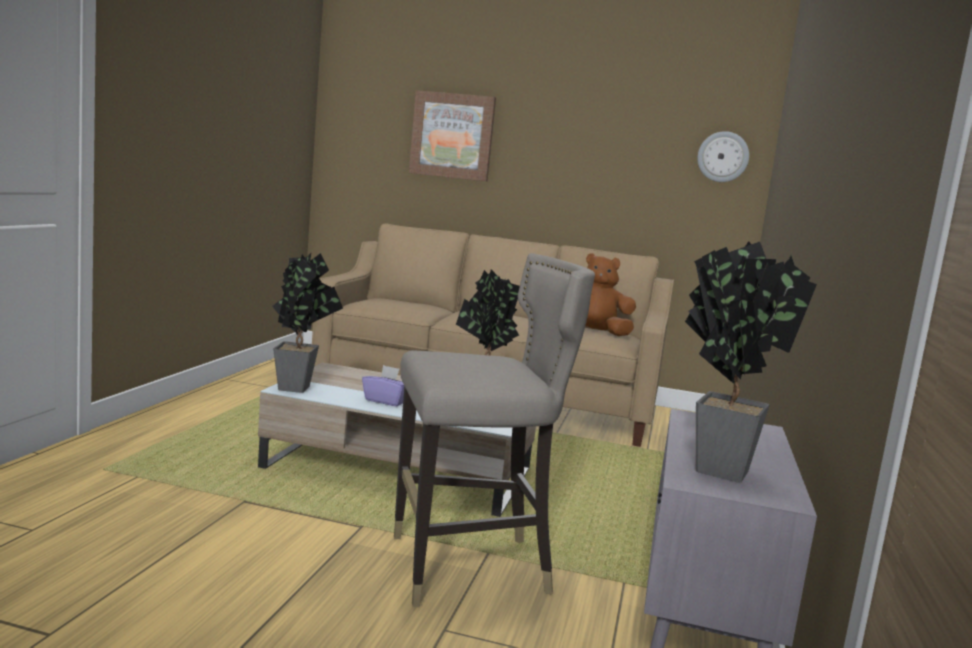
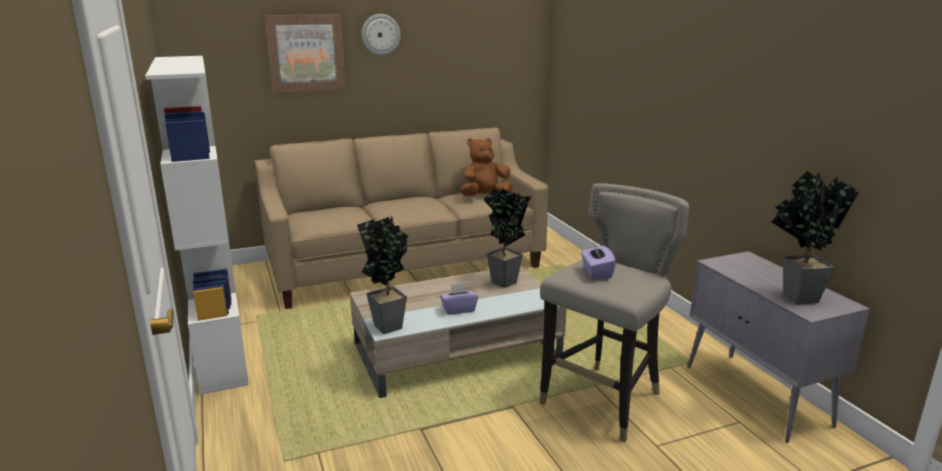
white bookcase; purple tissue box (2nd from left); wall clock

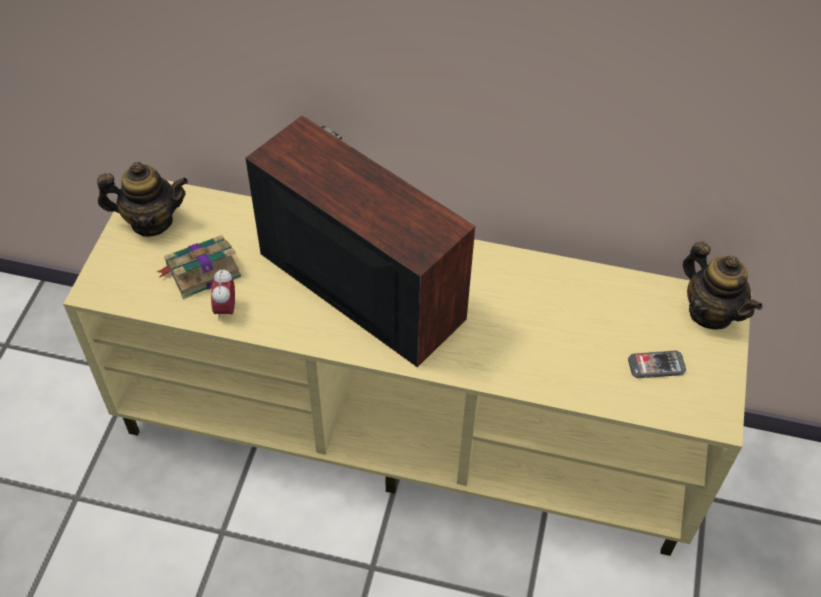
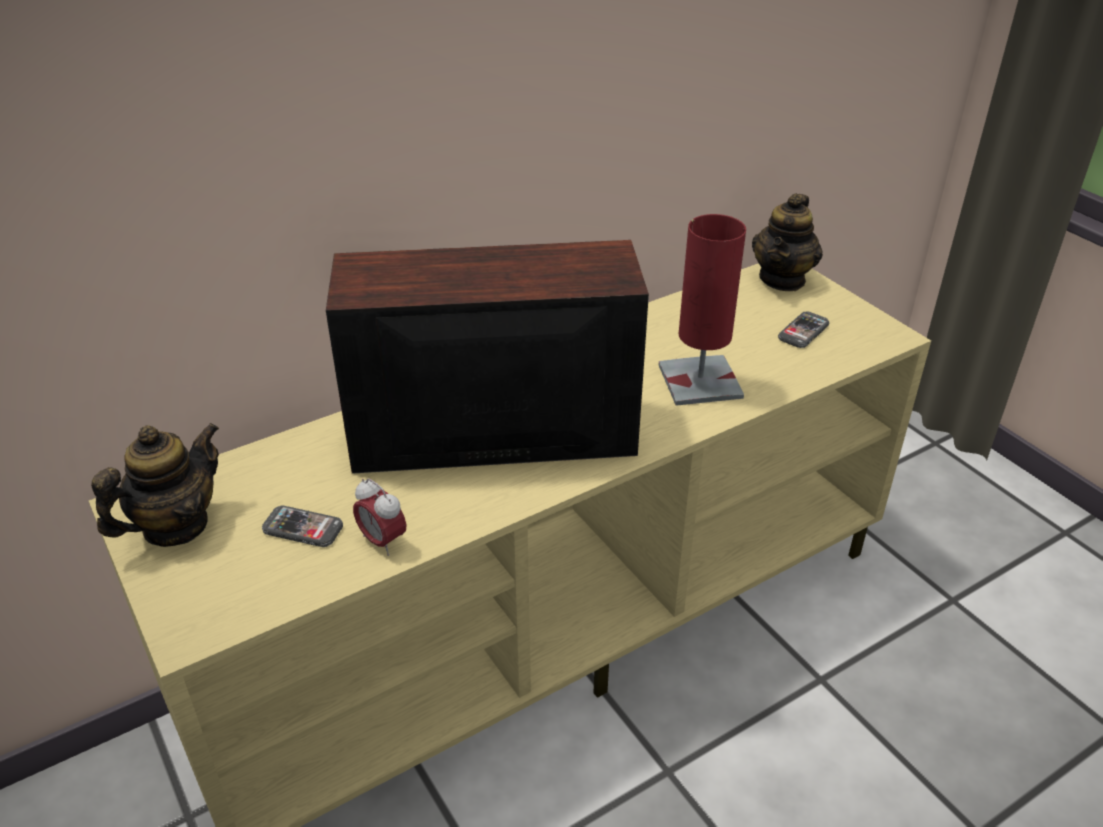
red table lamp; phone (1st from left); teapot (2nd from left)

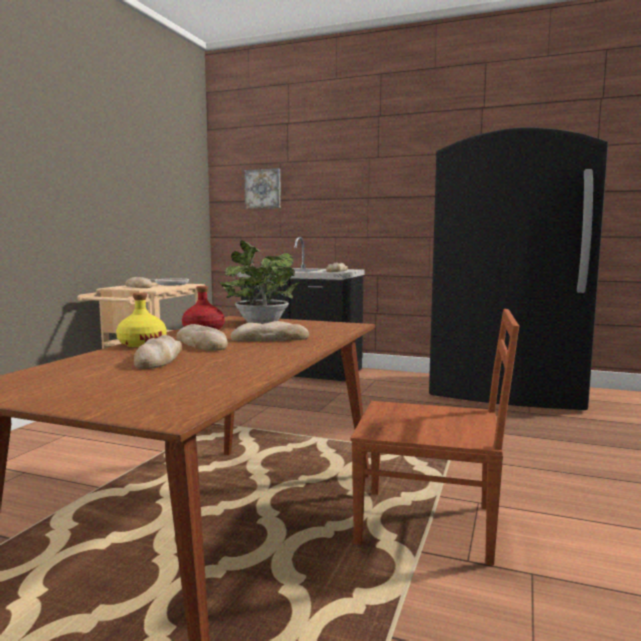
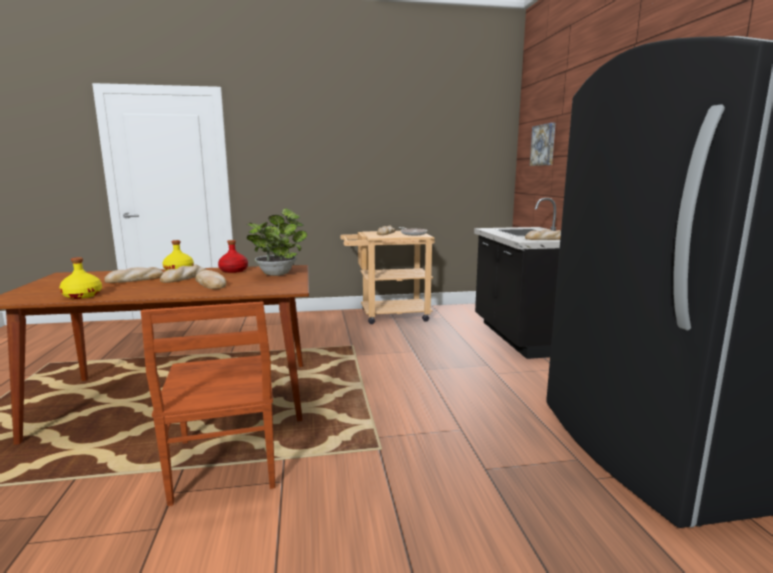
yellow bottle (1st from left)

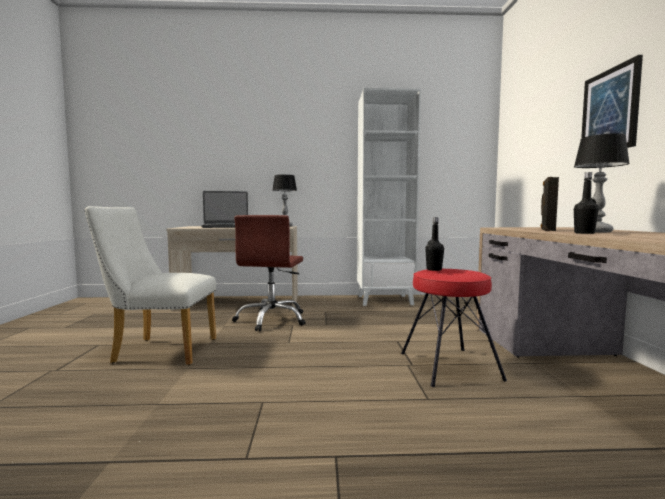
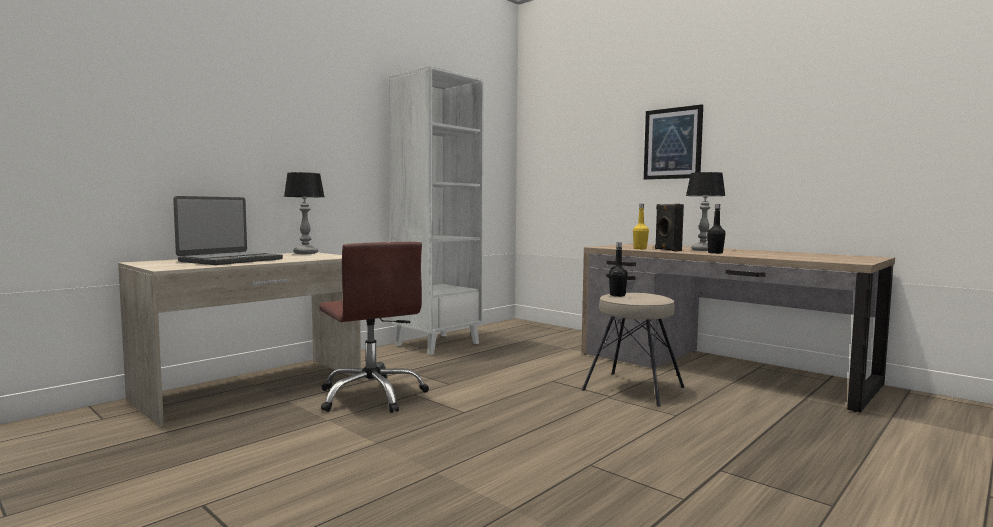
white chair; yellow bottle; beige stool

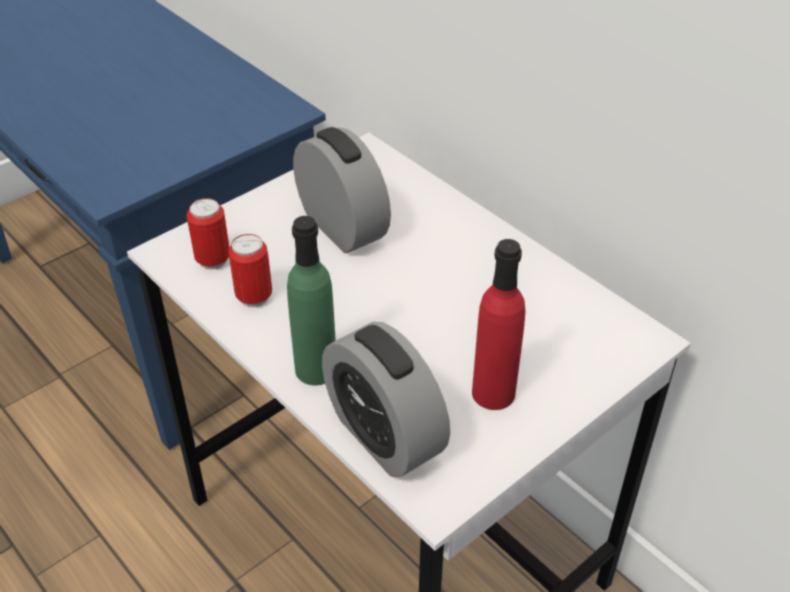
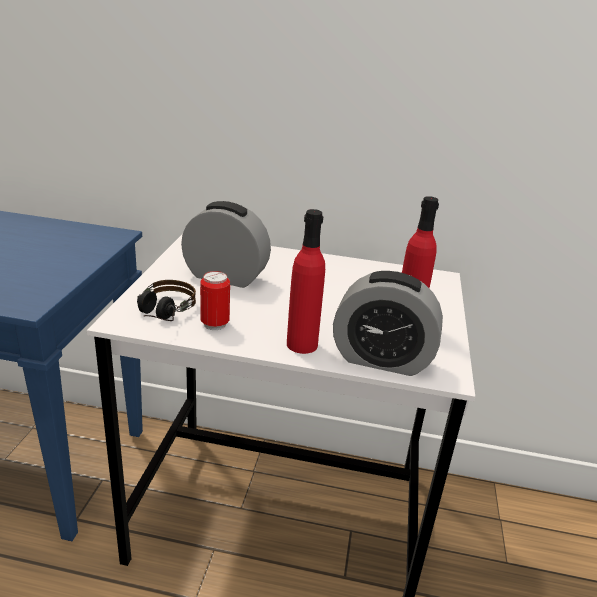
headphones; red bottle (1st from left)

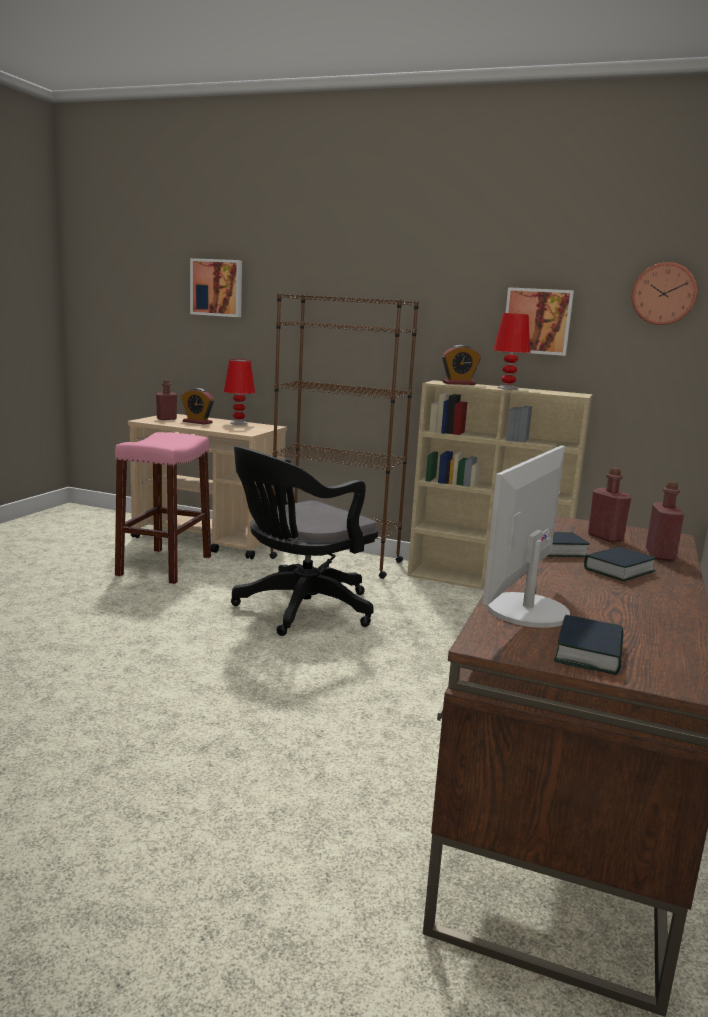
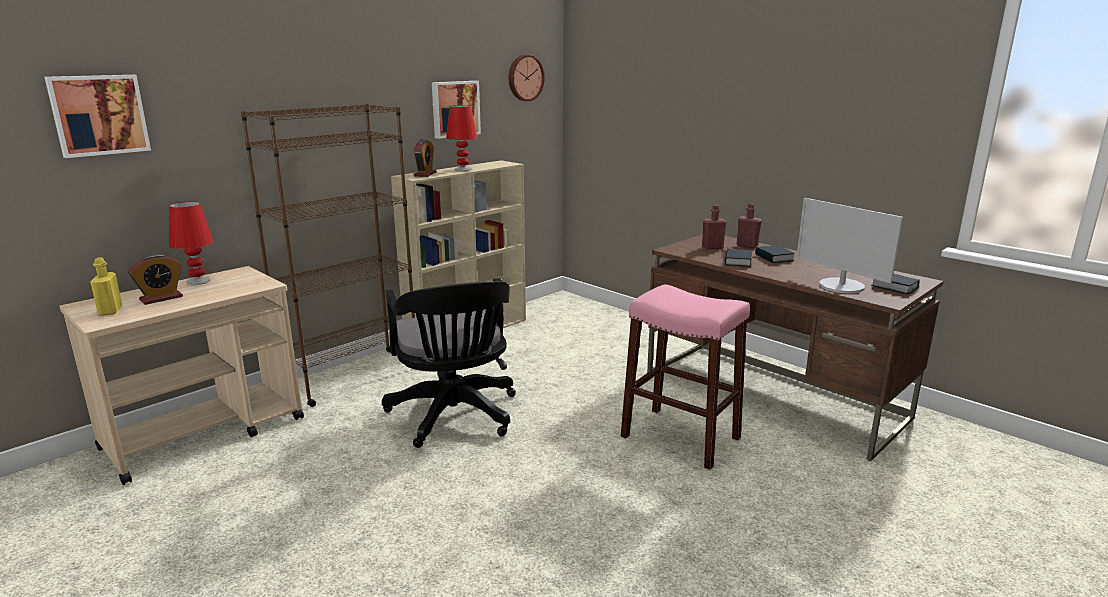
pink stool; yellow bottle

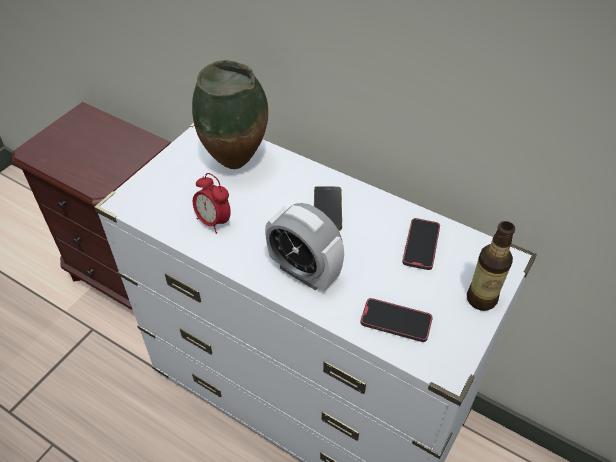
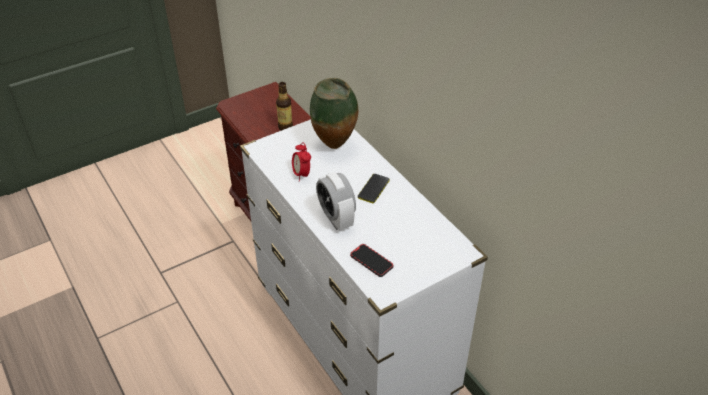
phone (3rd from left in the first image); bottle

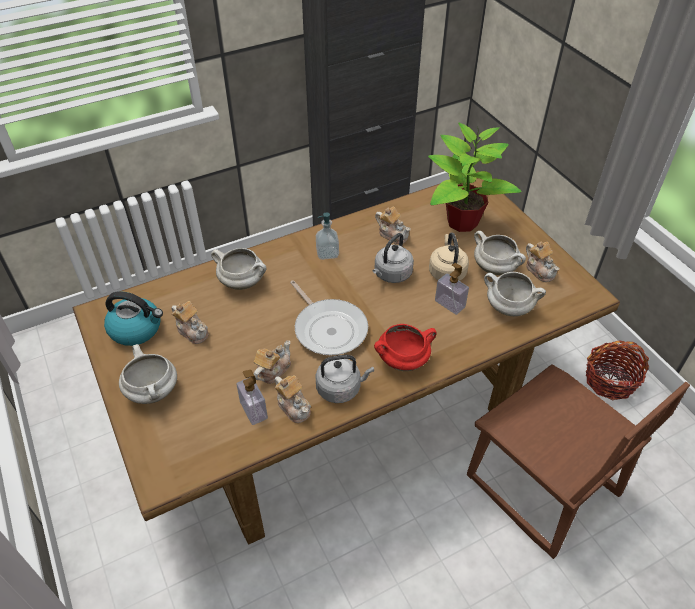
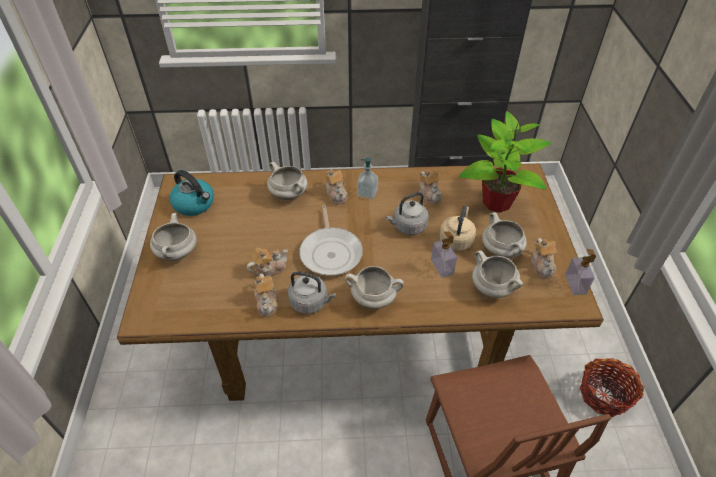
teapot (3rd from left); soap dispenser (3rd from left); white cooking pot (3rd from left)

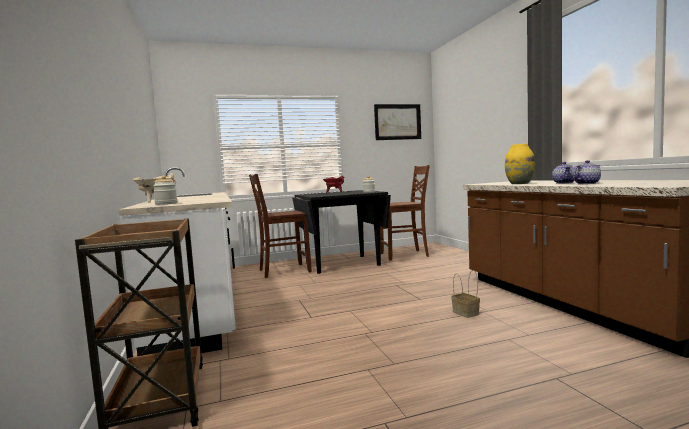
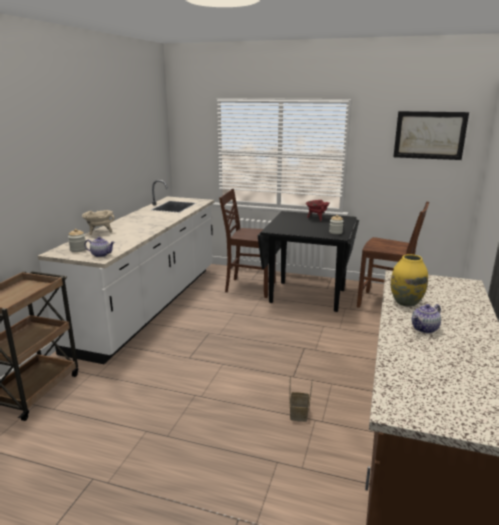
teapot (1st from left)

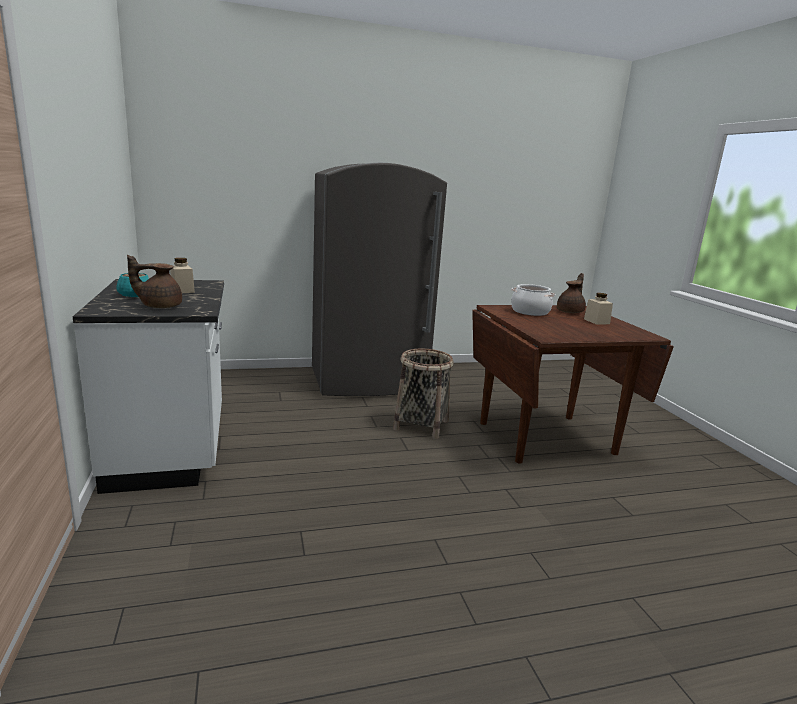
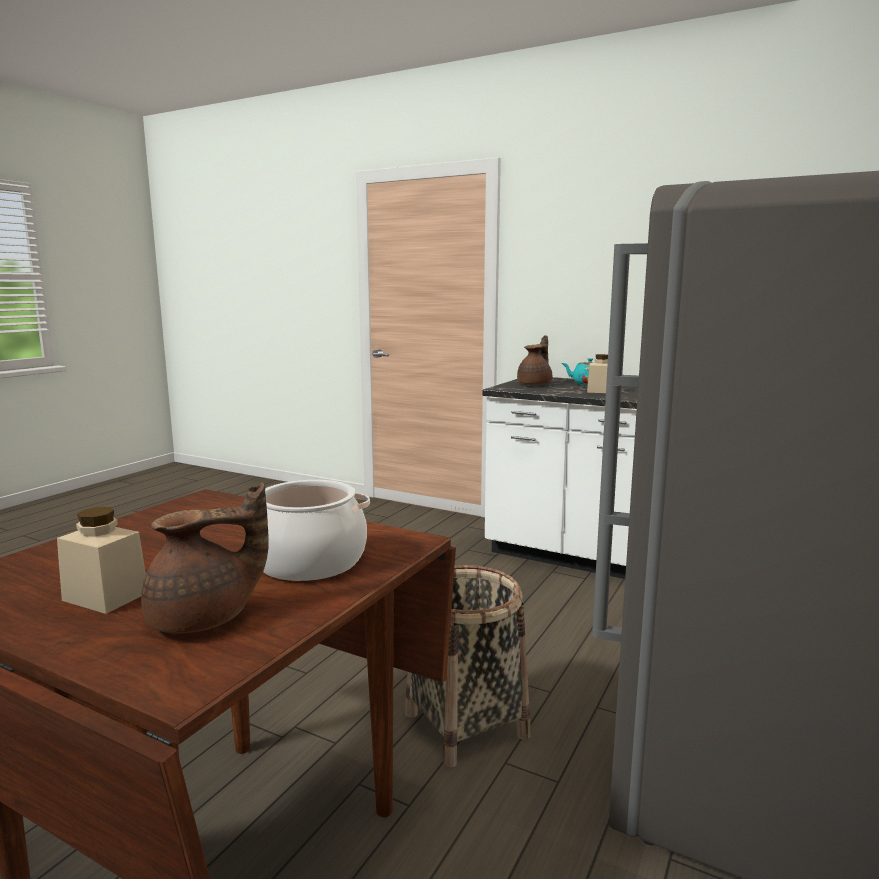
brown teapot (1st from left)

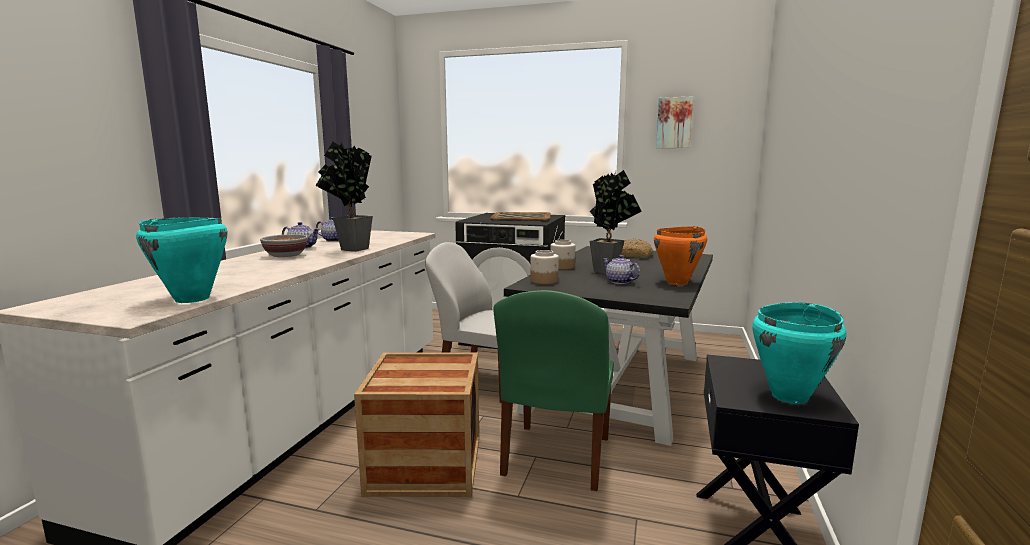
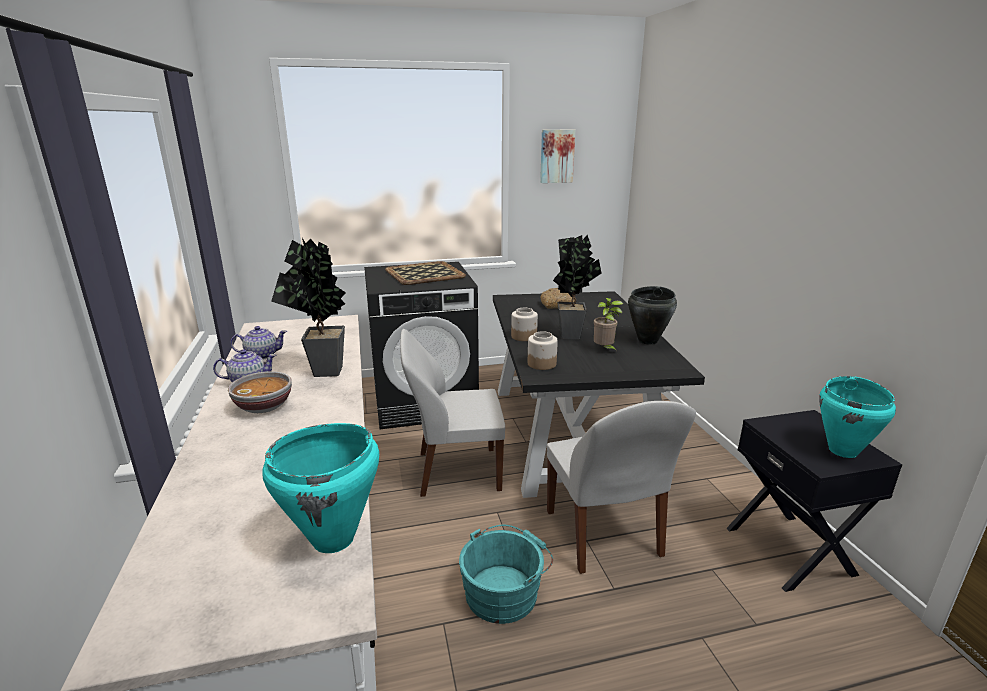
turquoise bucket; potted plant (3rd from left); white chair (2nd from left); black cooking pot

